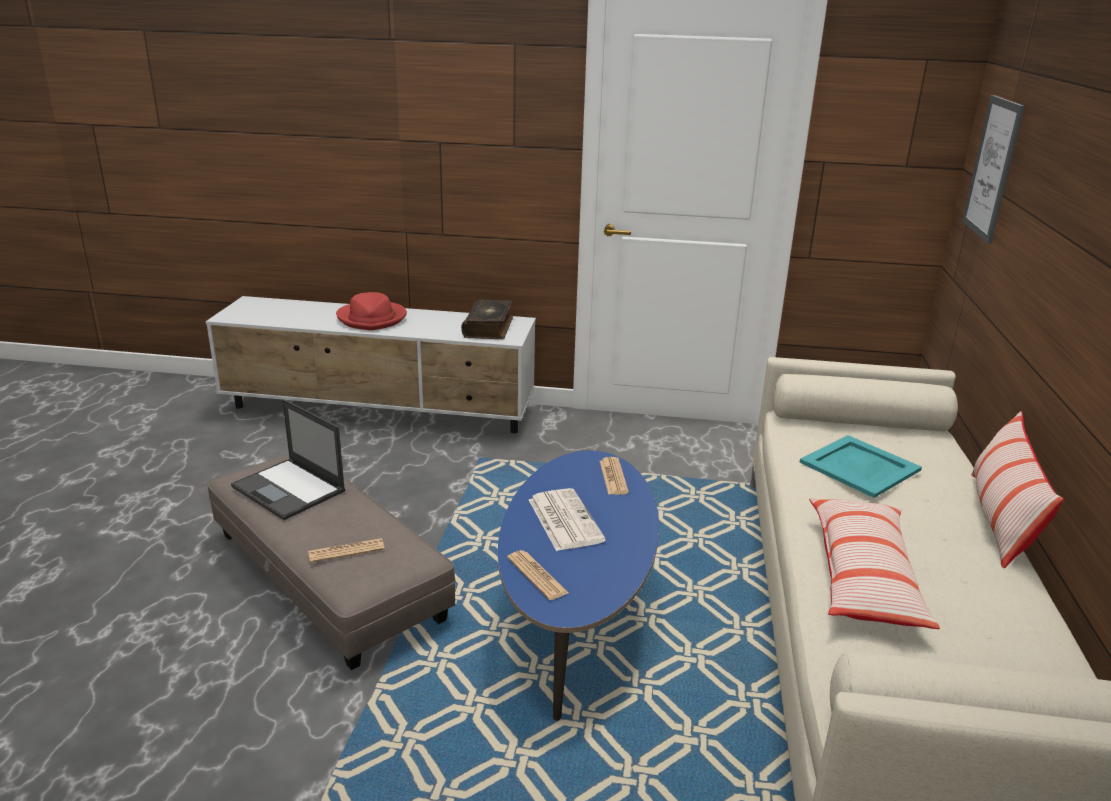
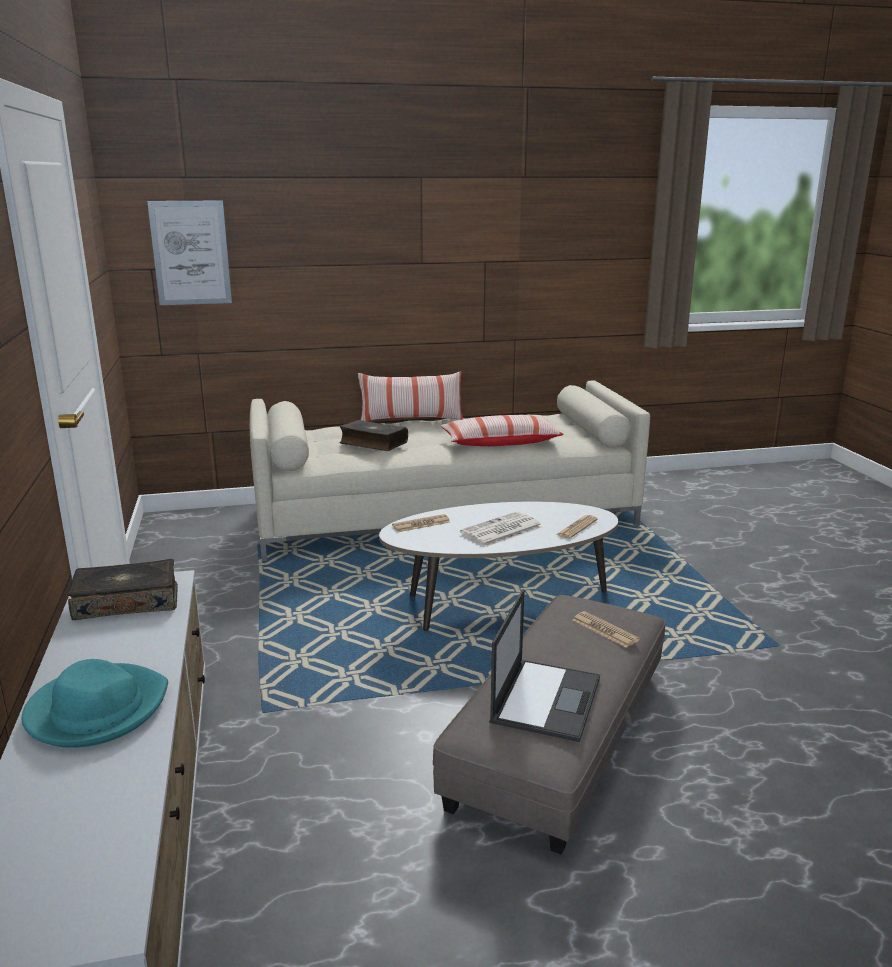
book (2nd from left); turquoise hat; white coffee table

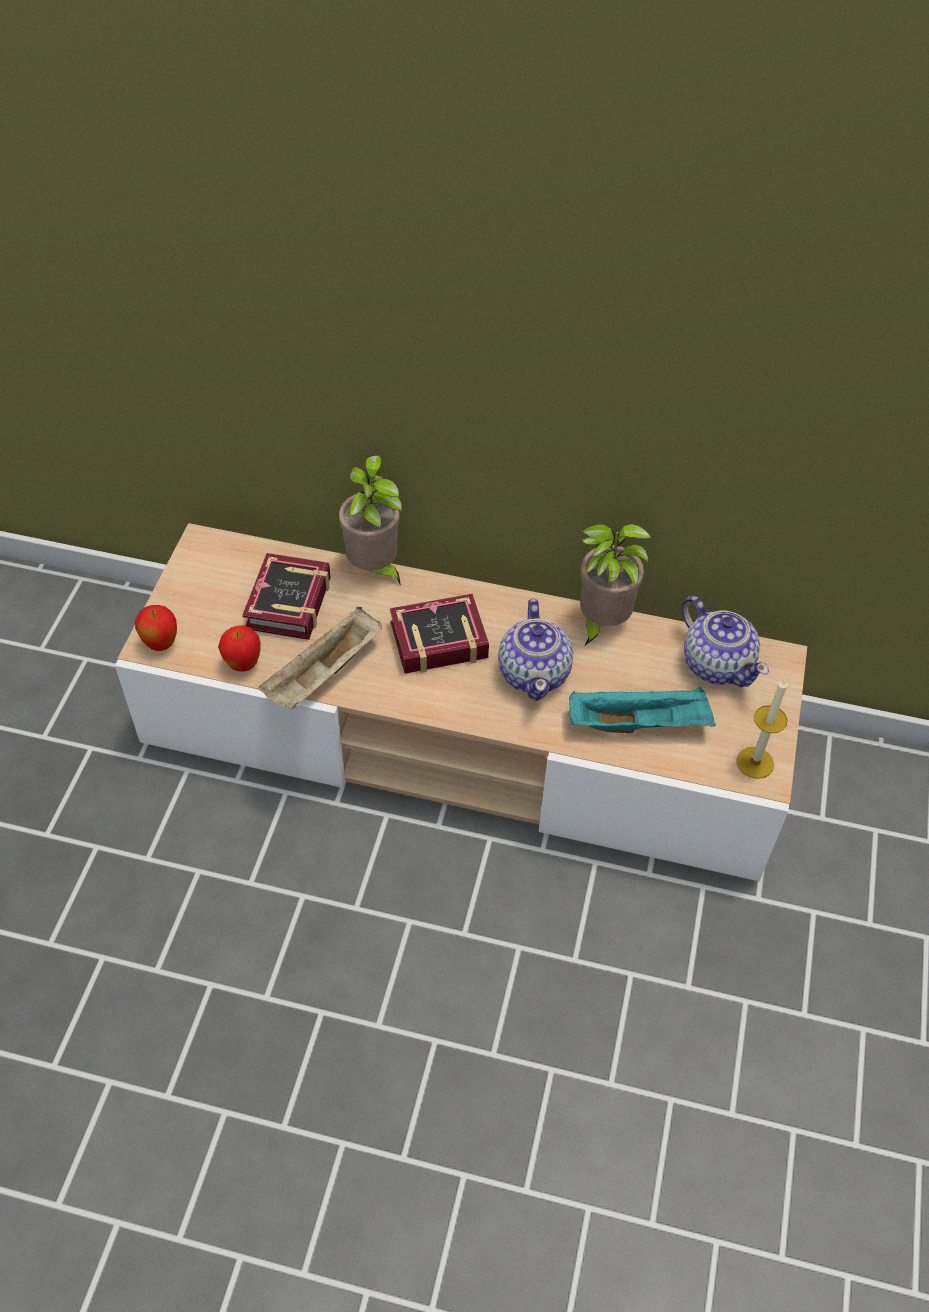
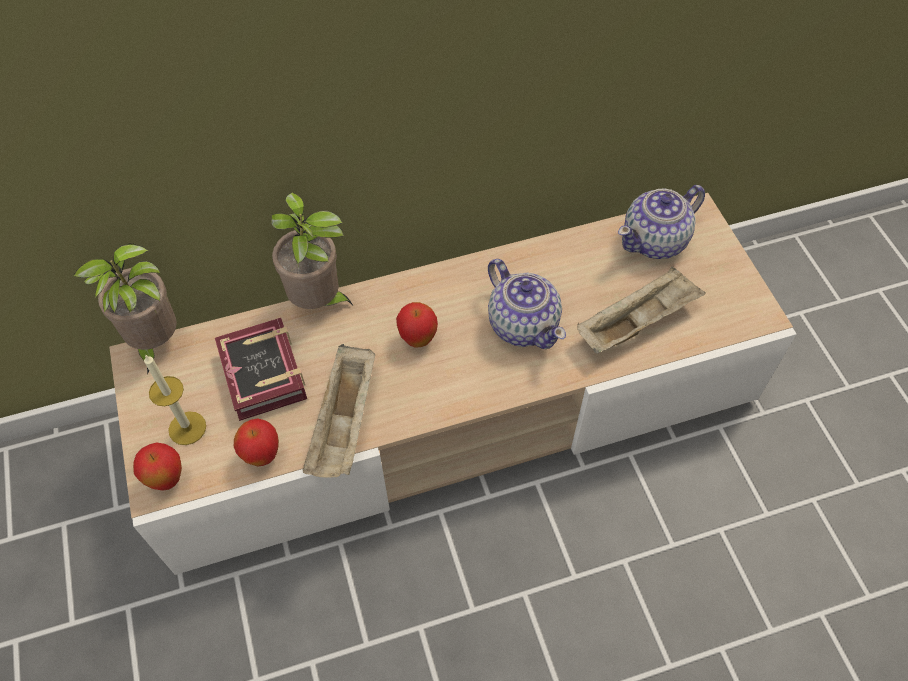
potted plant (1st from left); candle; apple (3rd from left); beige tray (2nd from left); teapot (2nd from left)

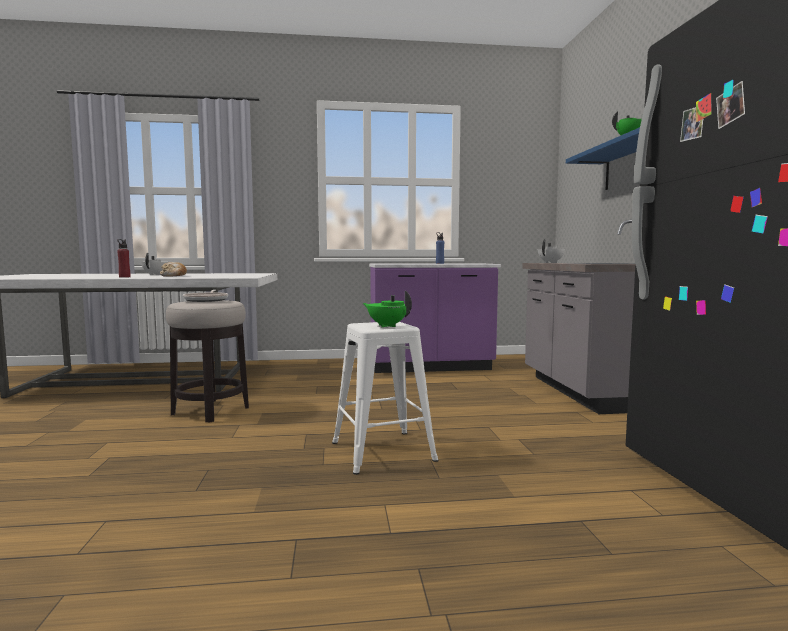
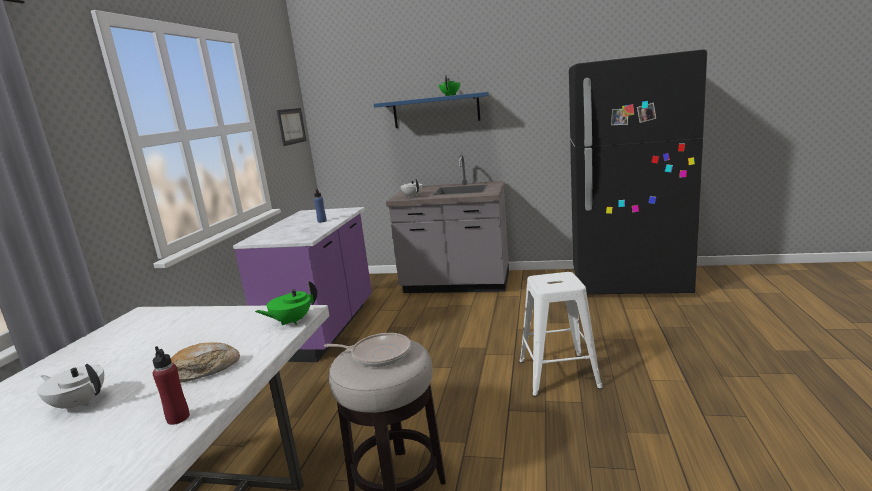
picture; green teapot (1st from left)

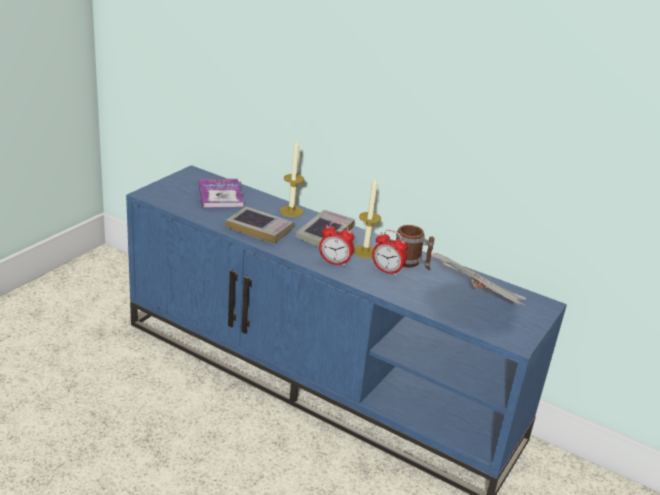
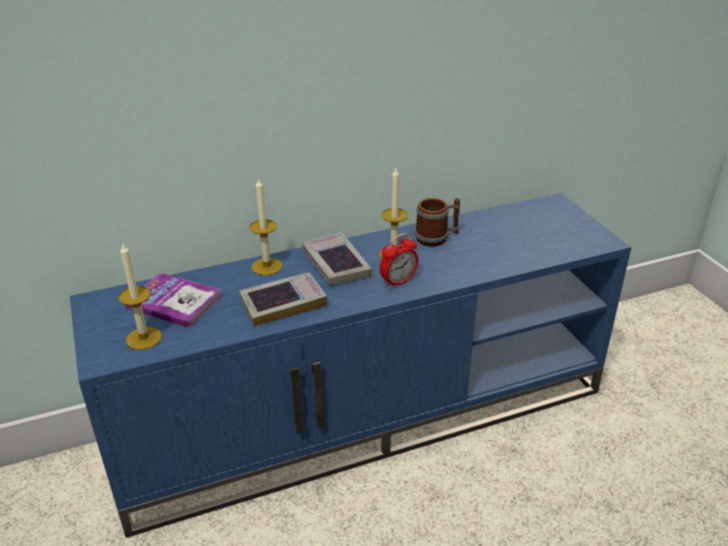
alarm clock (2nd from left in the first image); newspaper; candle (1st from left)

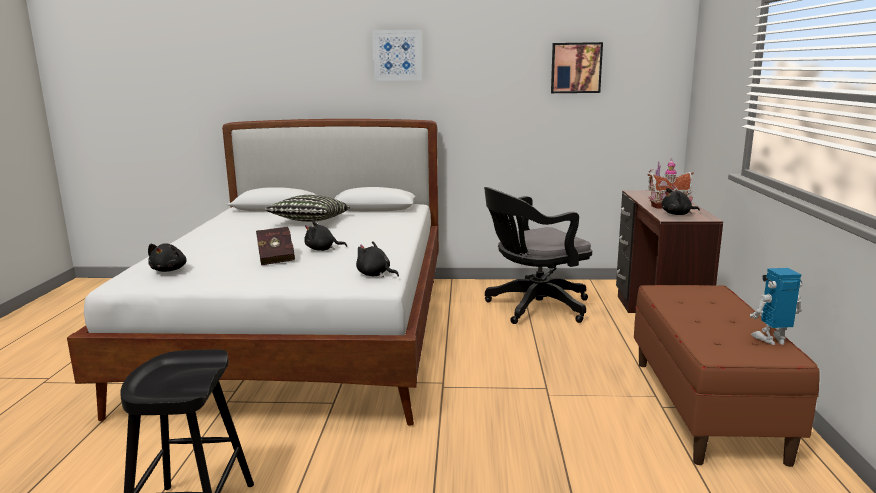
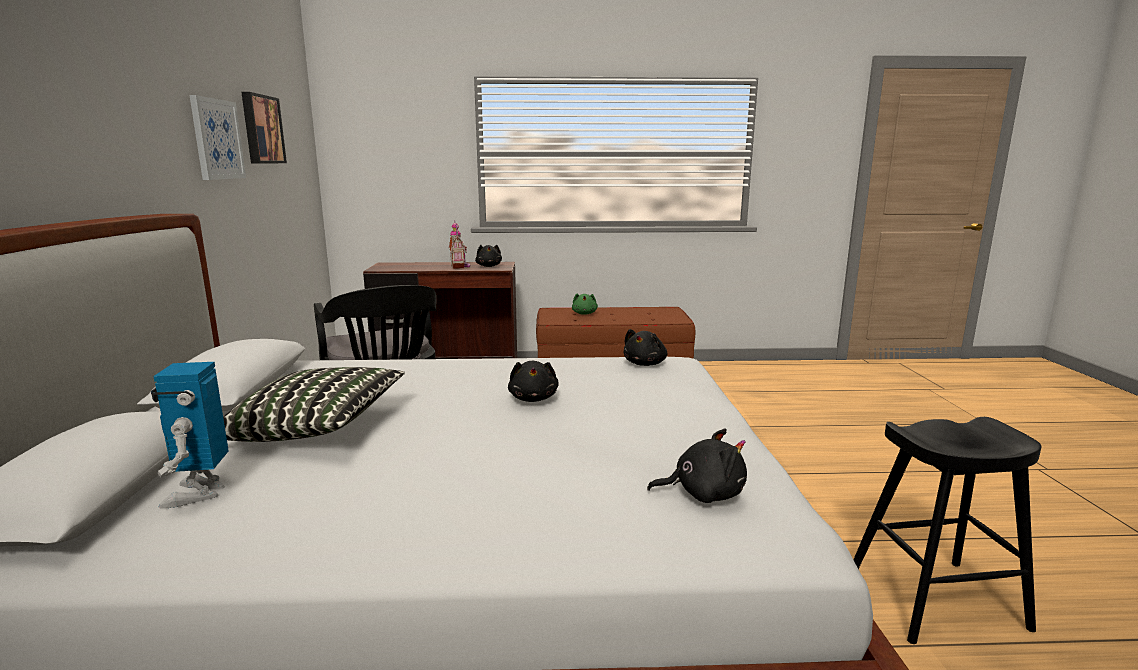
red book; green plush toy; picture (1st from left); toy robot

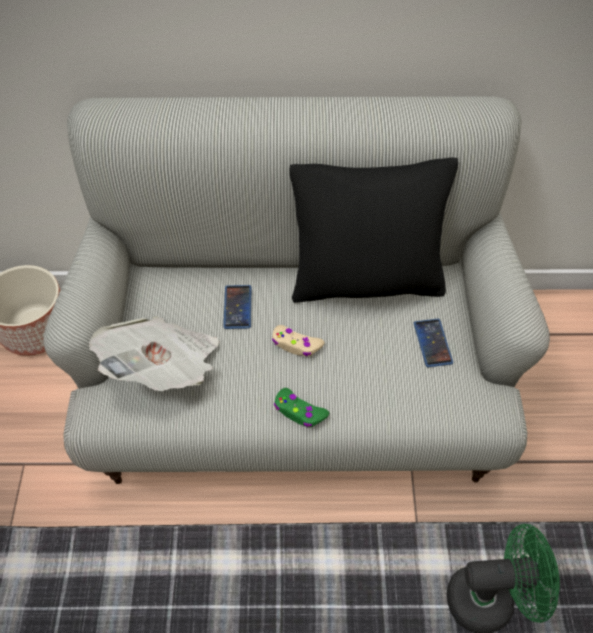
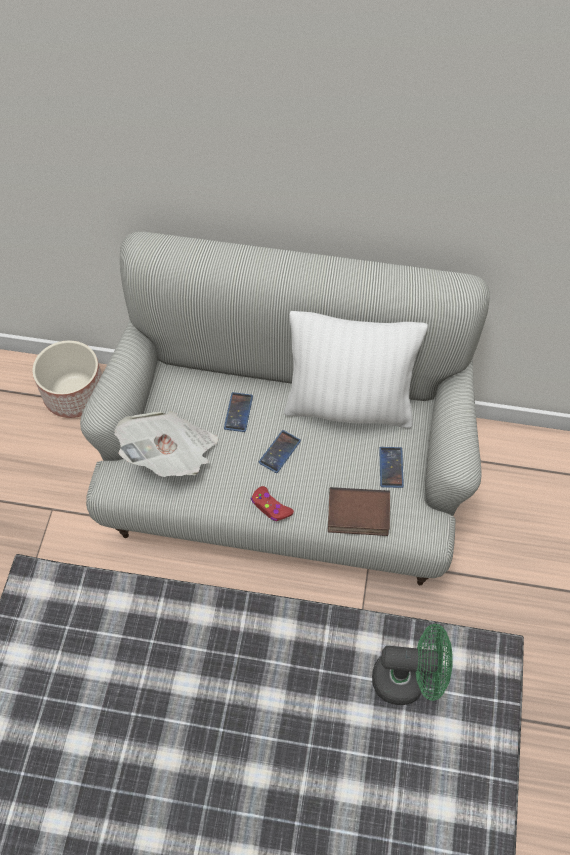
book; phone (2nd from left); red game controller; white pillow

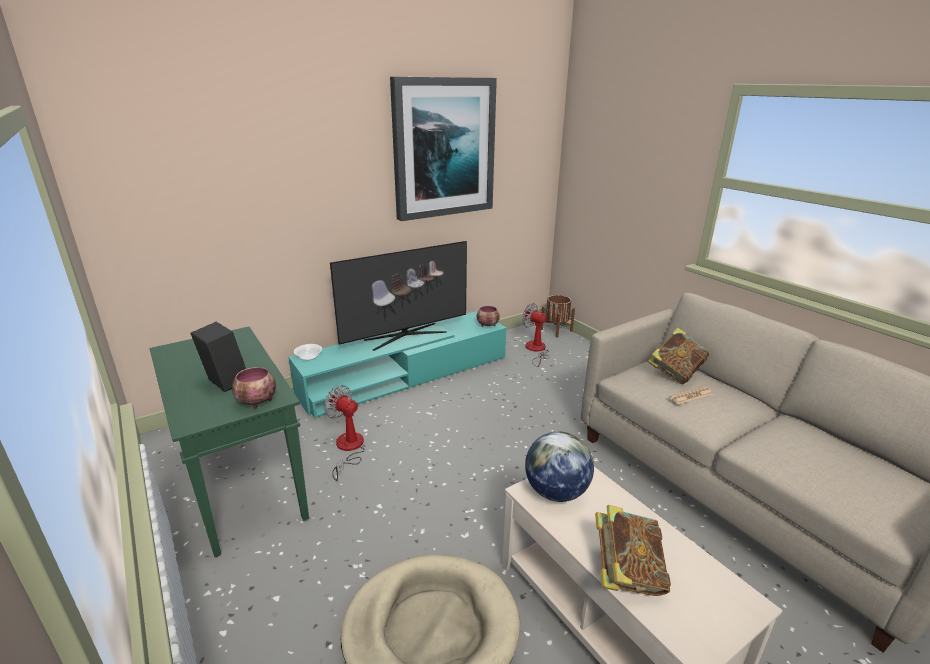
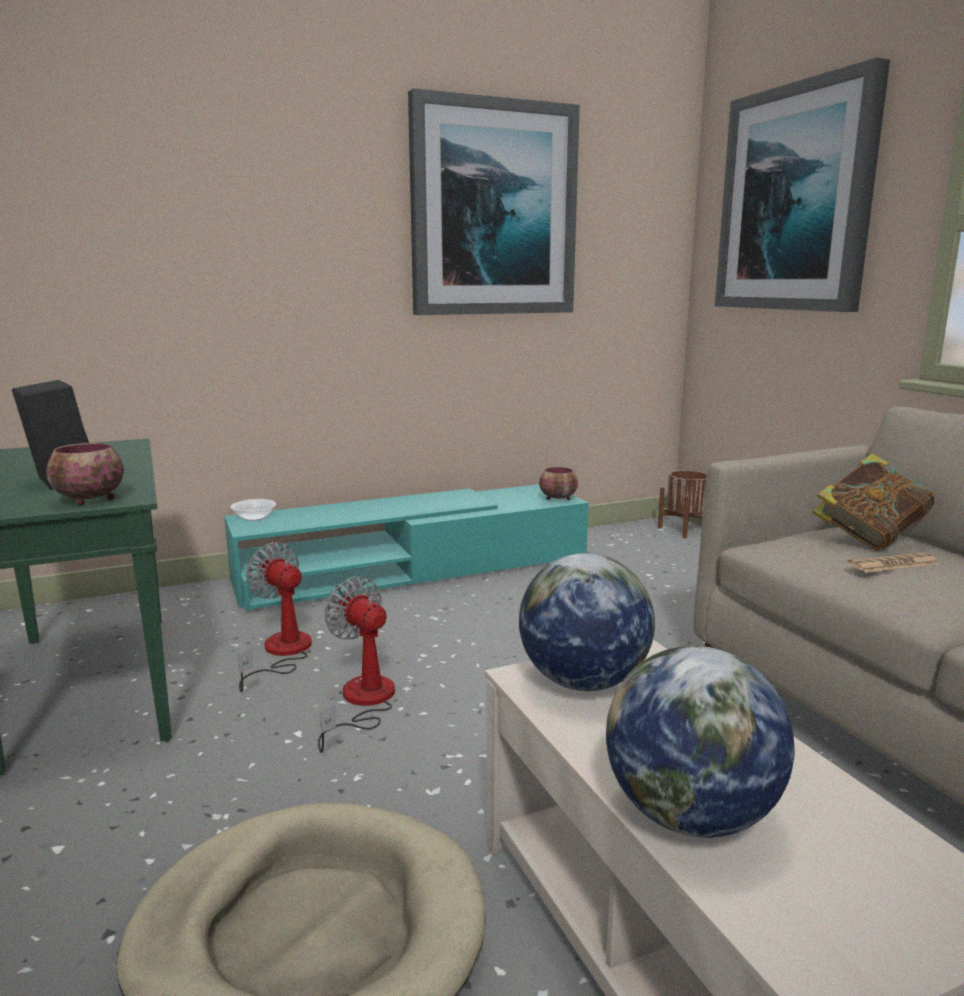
television; picture (2nd from left); fan (2nd from left); globe (2nd from left)

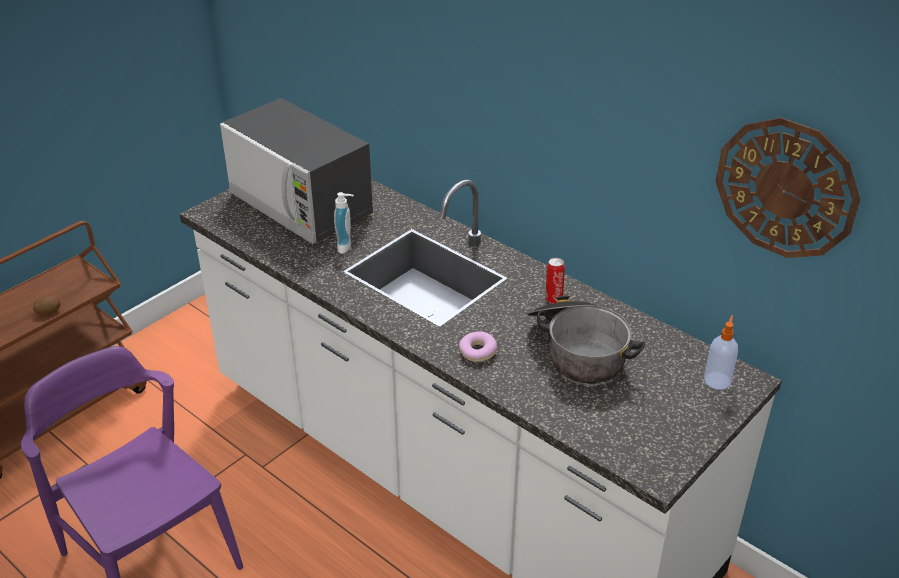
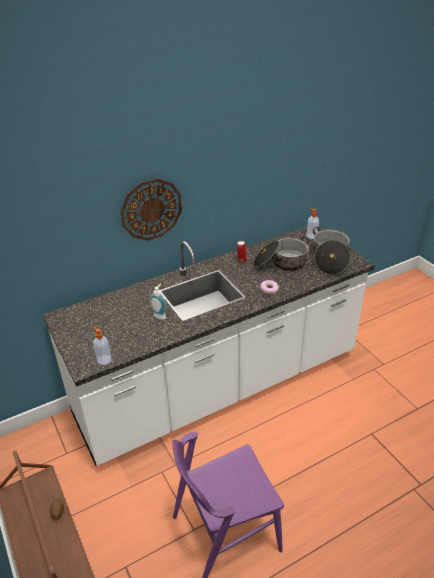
microwave; soap dispenser (1st from left); cooking pot (2nd from left); wall clock

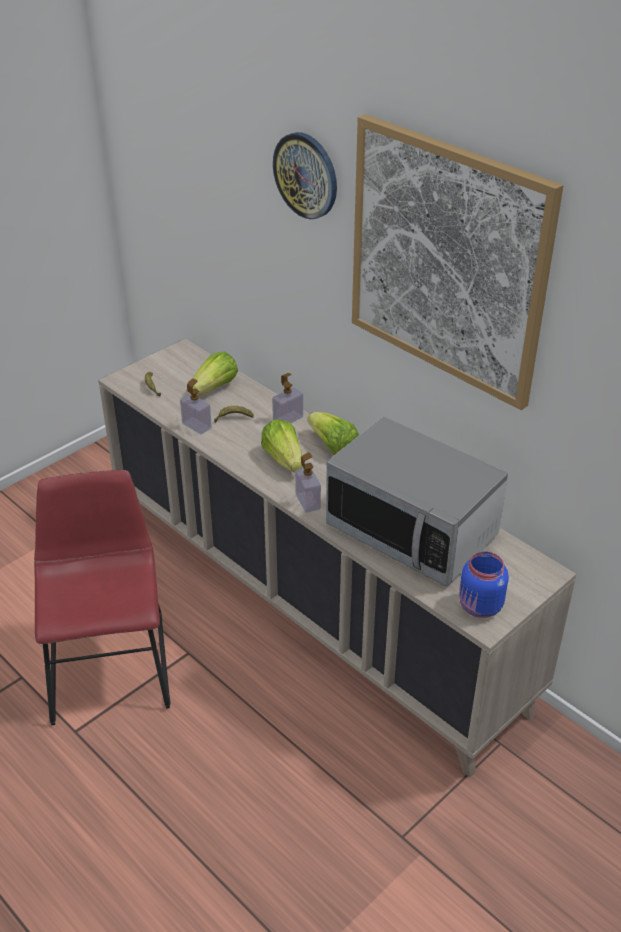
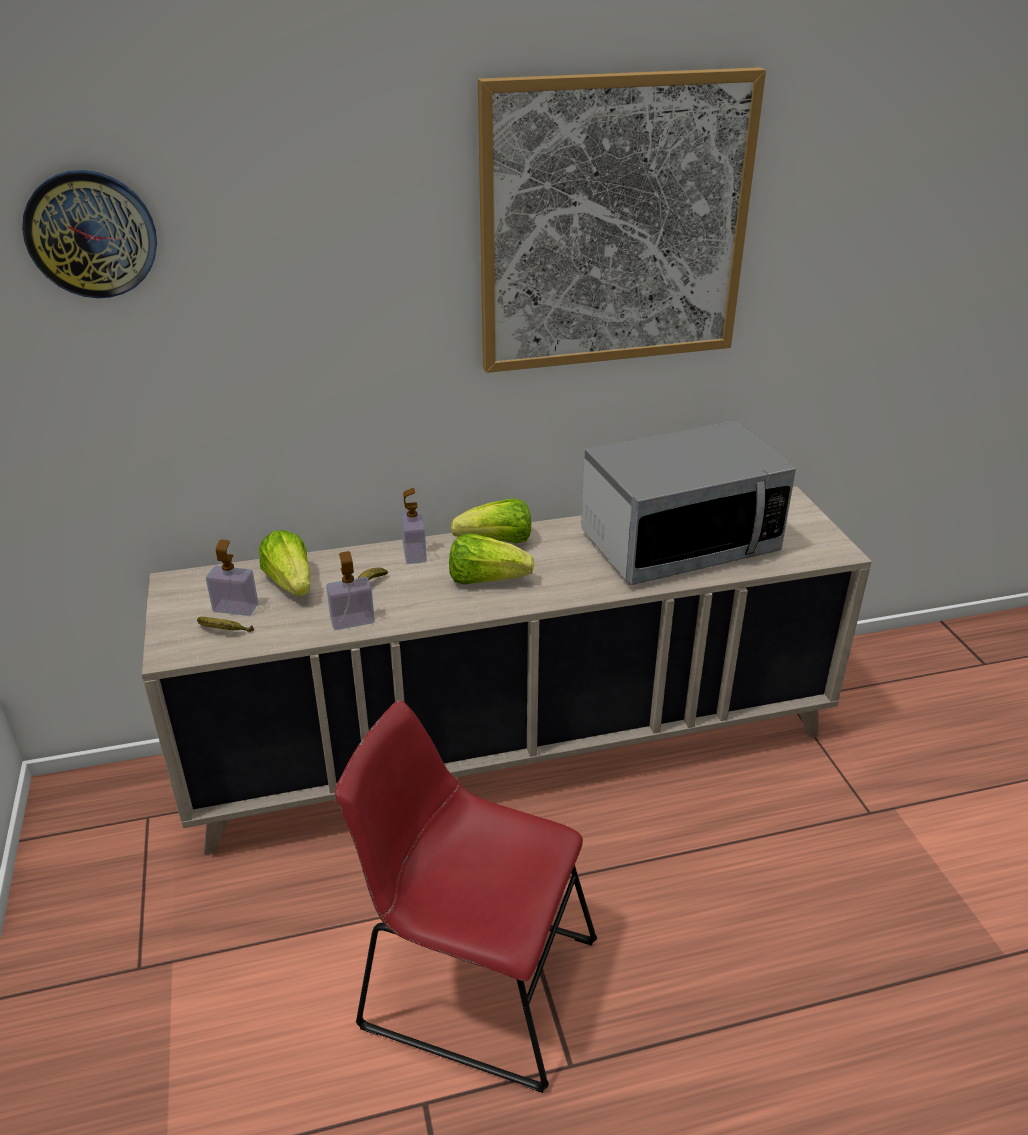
blue jar; wall clock; soap dispenser (1st from left)

